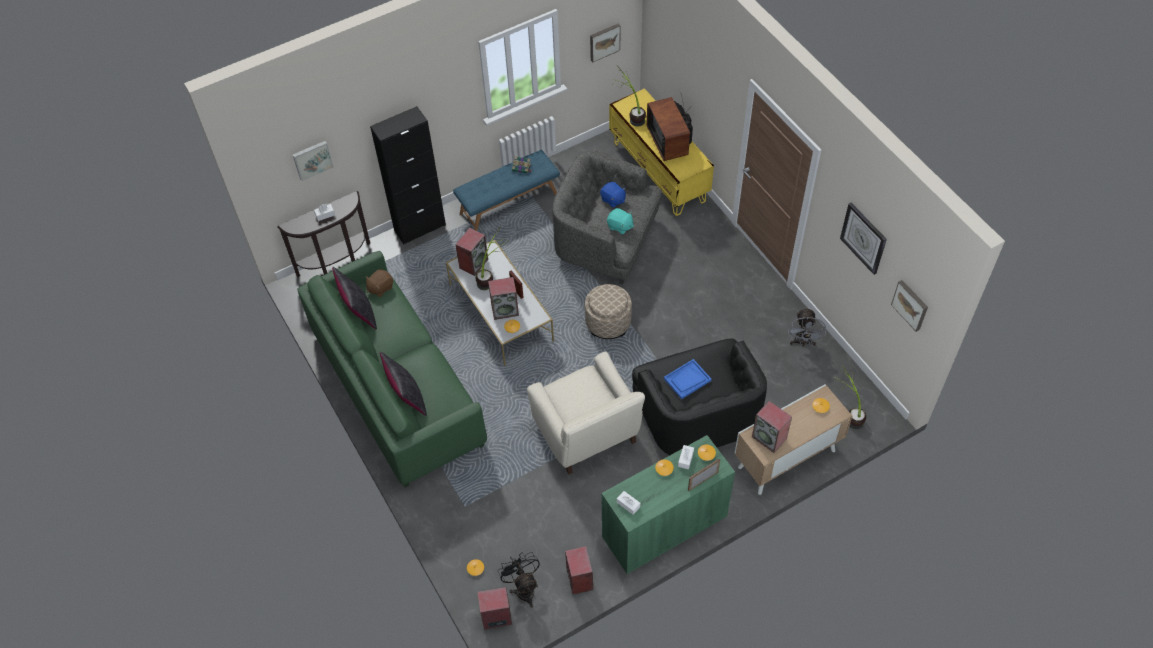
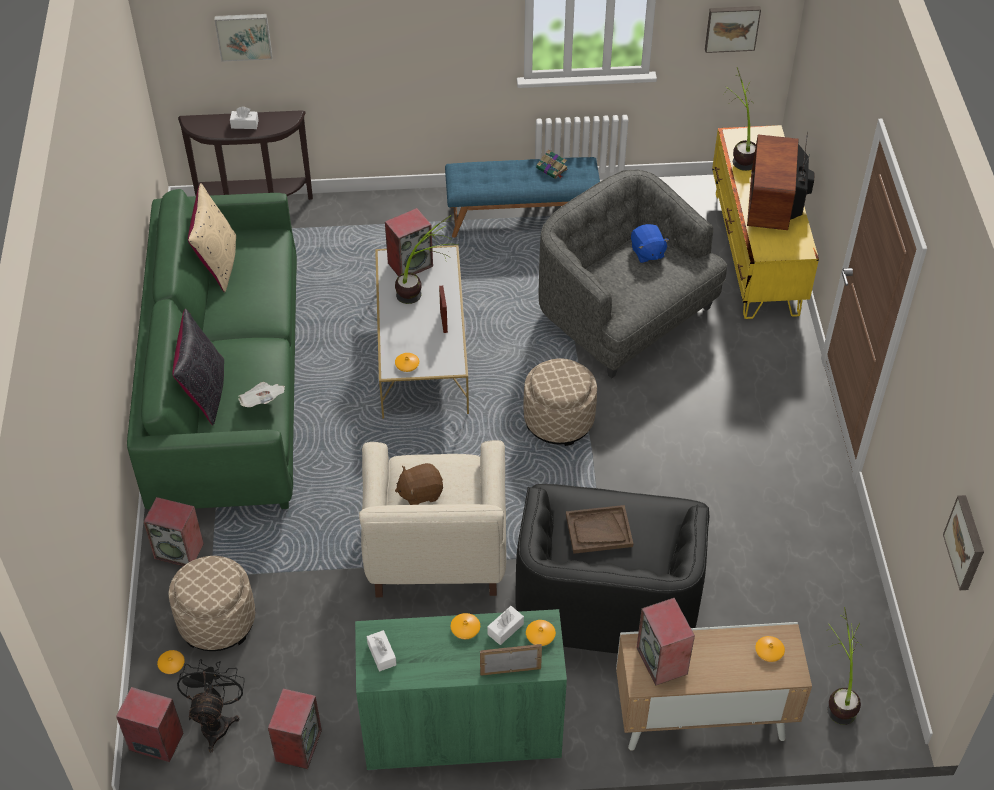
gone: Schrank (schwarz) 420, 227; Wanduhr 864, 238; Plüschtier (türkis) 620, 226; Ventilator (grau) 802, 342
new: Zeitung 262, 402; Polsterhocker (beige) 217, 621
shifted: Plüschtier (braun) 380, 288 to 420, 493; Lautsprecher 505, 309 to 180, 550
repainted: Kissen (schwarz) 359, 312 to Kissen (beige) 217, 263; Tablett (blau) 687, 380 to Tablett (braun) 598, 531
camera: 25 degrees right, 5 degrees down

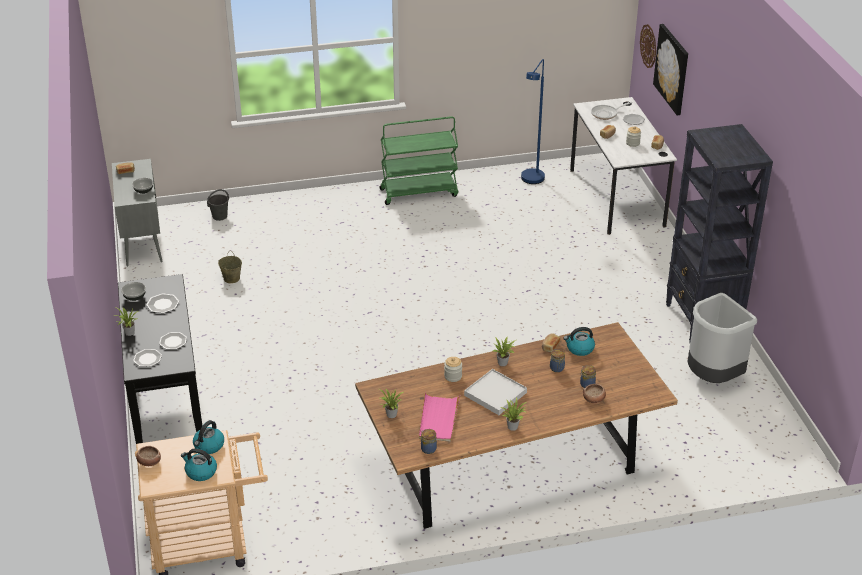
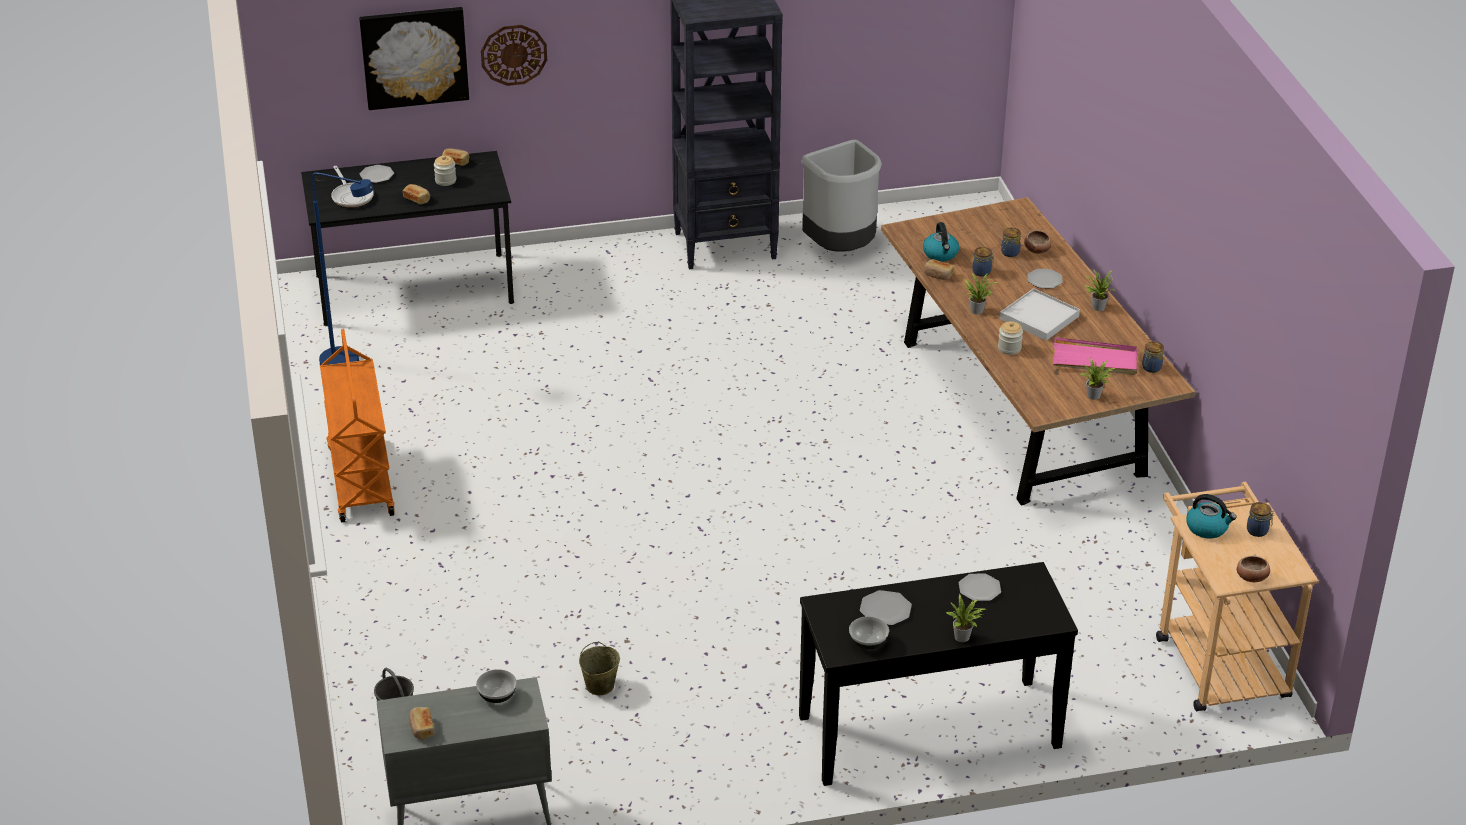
shifted: Wanduhr 648, 46 to 513, 54; Teller 148, 359 to 1044, 280
swapped: Wasserkessel 200, 472 to Vorratsglas 1258, 531
repainted: Schreibtisch (weiß) 616, 197 to Schreibtisch (schwarz) 414, 289; Rollwagen (grün) 419, 192 to Rollwagen (orange) 360, 480
camera: 90 degrees left, 0 degrees up

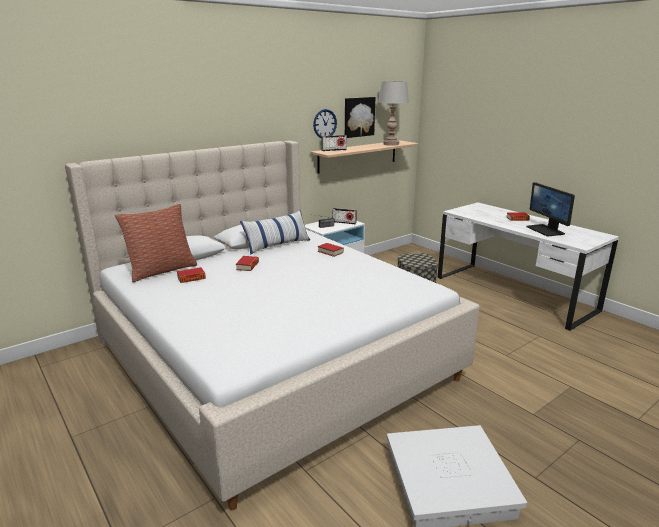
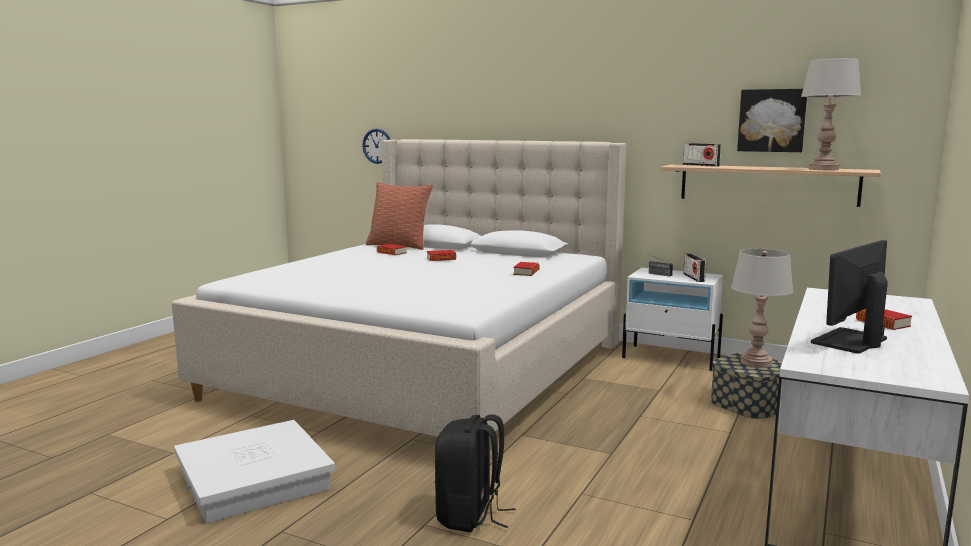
gone: Kissen 277, 245
new: Tischlampe (grau) 755, 362; Rucksack (schwarz) 470, 516
shifted: Wanduhr 324, 124 to 377, 146
camera: 65 degrees right, 10 degrees down

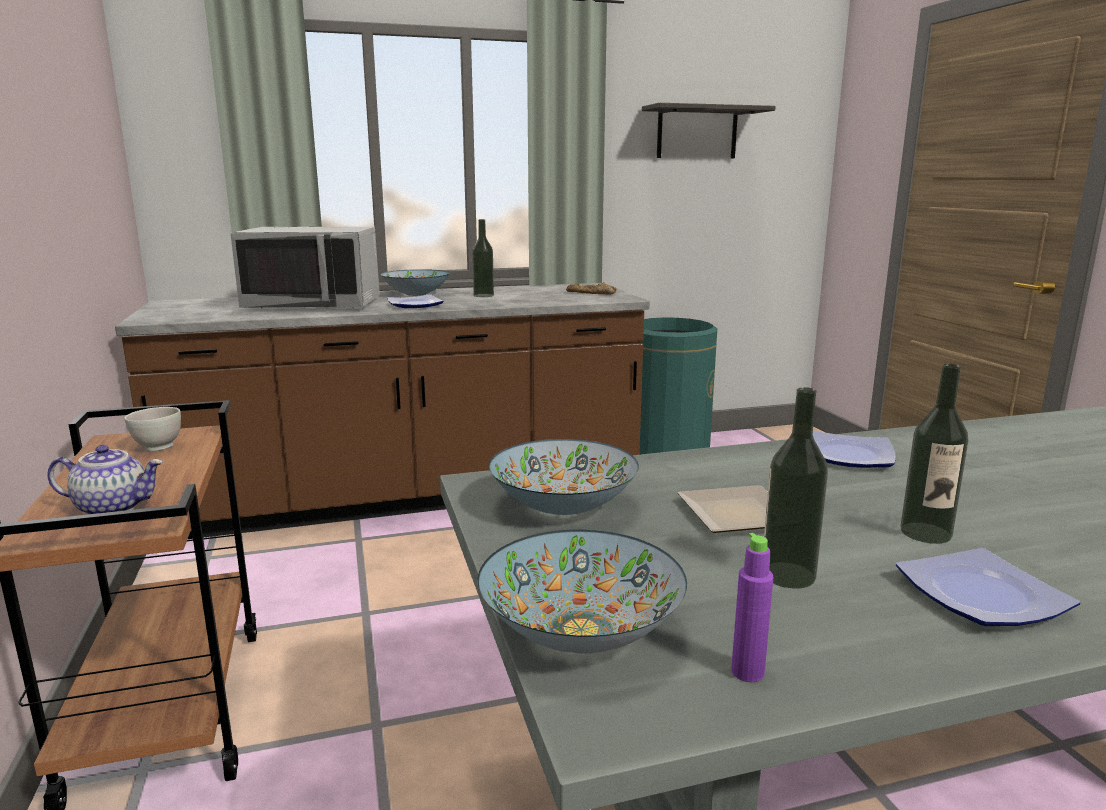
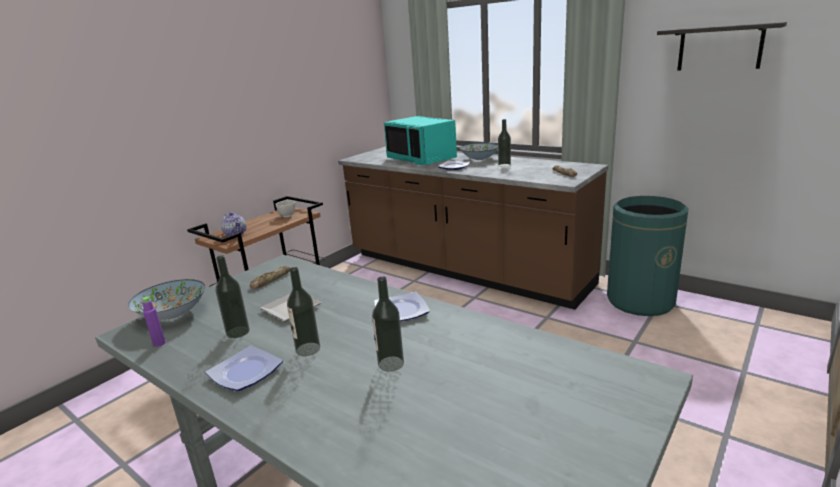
new: Flasche 391, 364
swapped: Schüssel 563, 506 to Brot 270, 280
repainted: Mikrowelle (grau) 314, 304 to Mikrowelle (türkis) 422, 159
camera: 55 degrees right, 5 degrees up

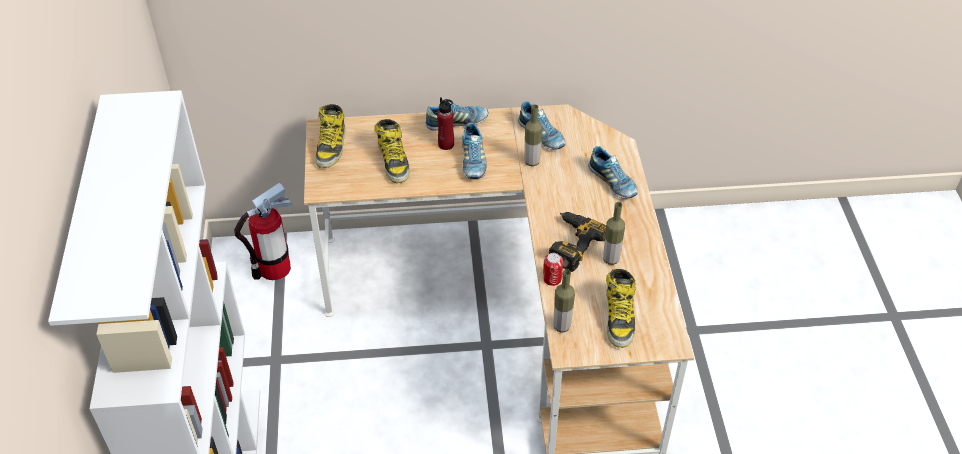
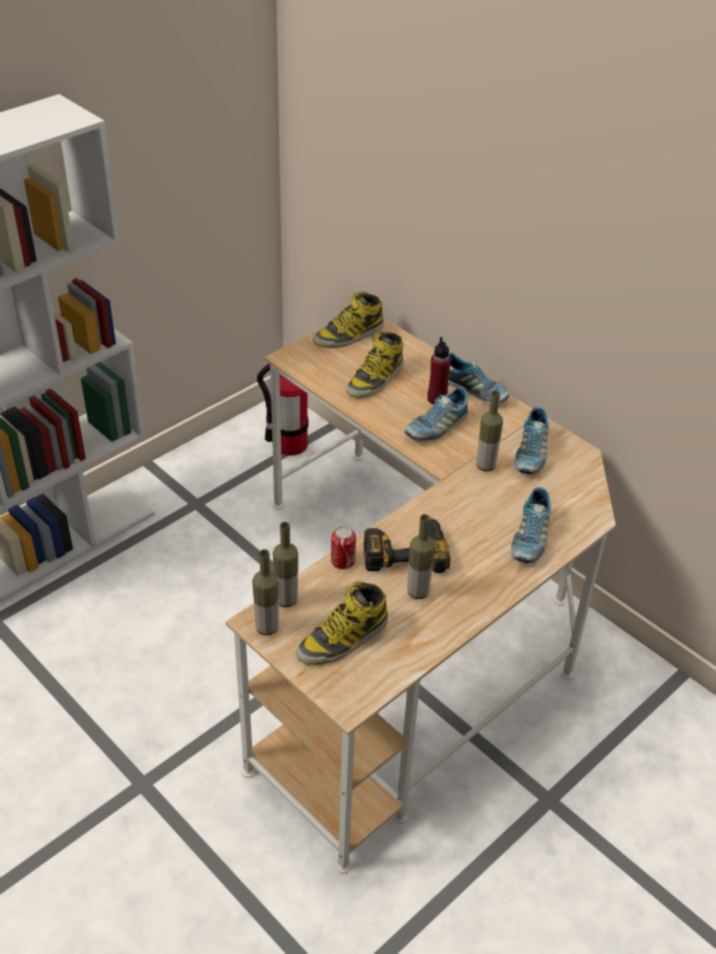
new: Flasche 267, 628
camera: 50 degrees right, 5 degrees down

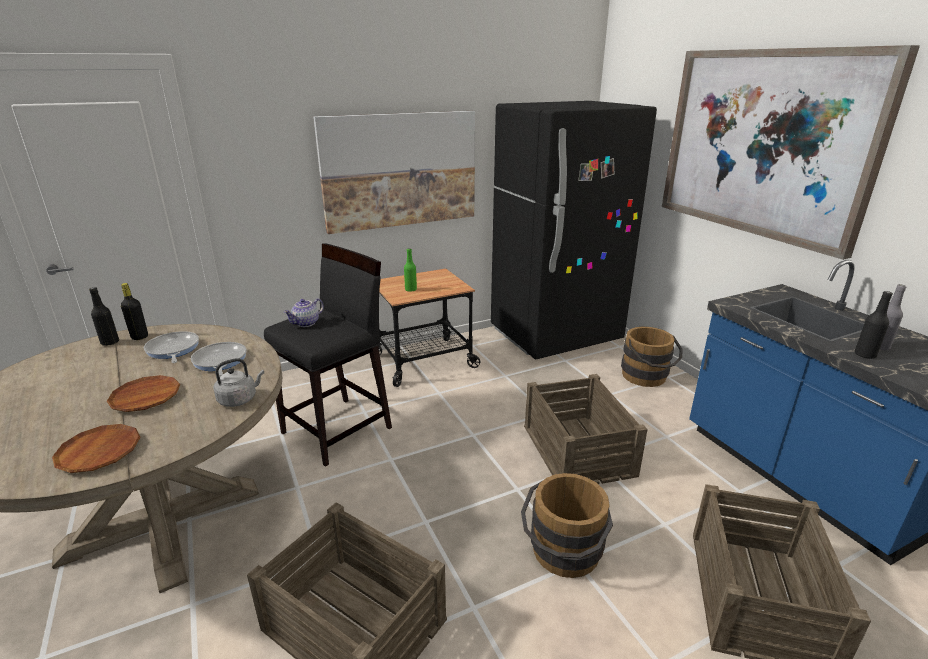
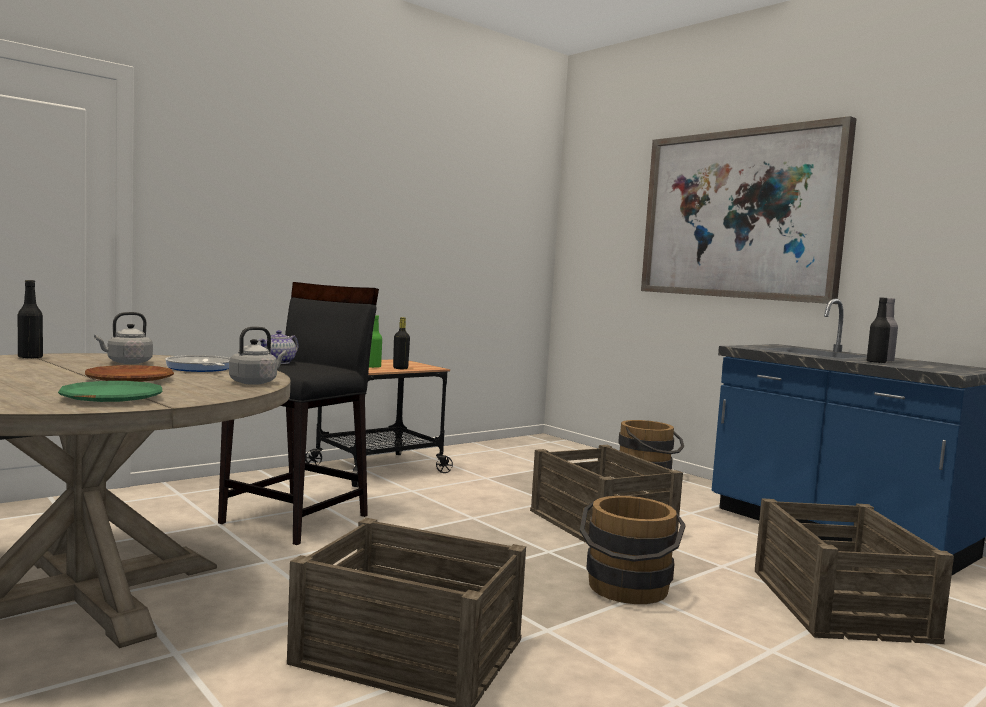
gone: Kühlschrank (schwarz) 555, 335; Bild 400, 170
shifted: Flasche (schwarz) 139, 337 to 400, 368
swapped: Pfanne 173, 350 to Wasserkessel (grau) 127, 362
repainted: Teller (braun) 99, 452 to Teller (grün) 112, 398
camera: 15 degrees left, 20 degrees down

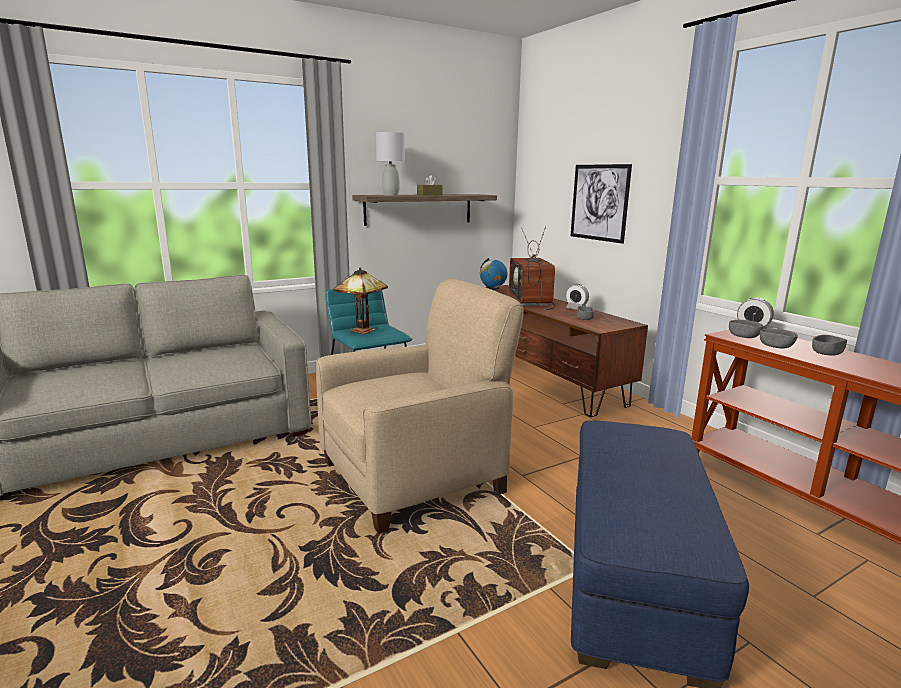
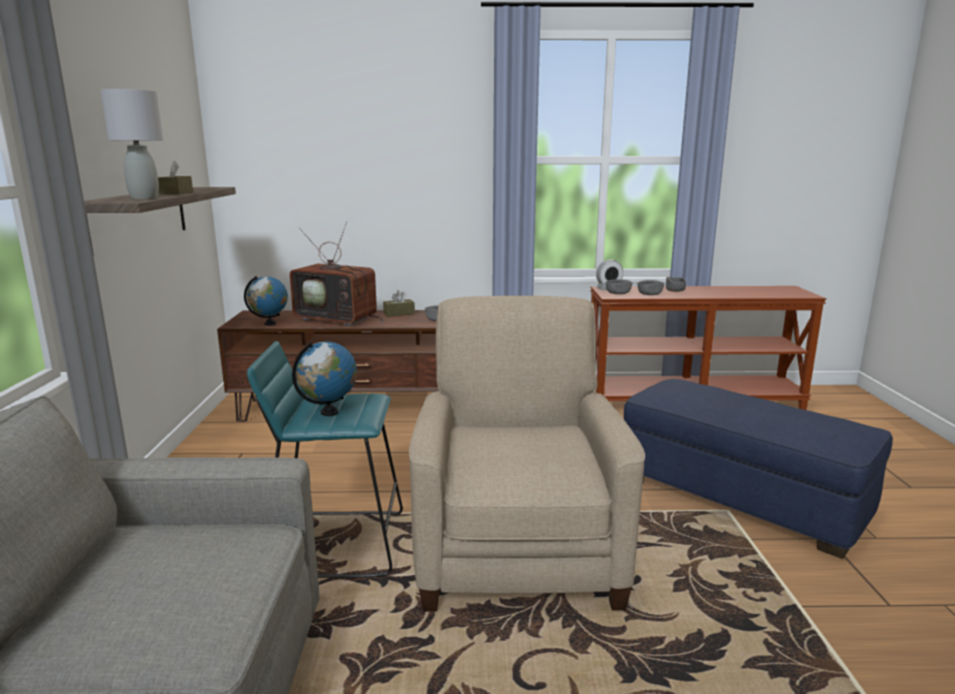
gone: Bild 599, 202
swapped: Tischlampe 362, 331 to Globus 329, 412; Wecker 576, 309 to Taschentuchbox (braun) 399, 313
camera: 60 degrees left, 0 degrees up

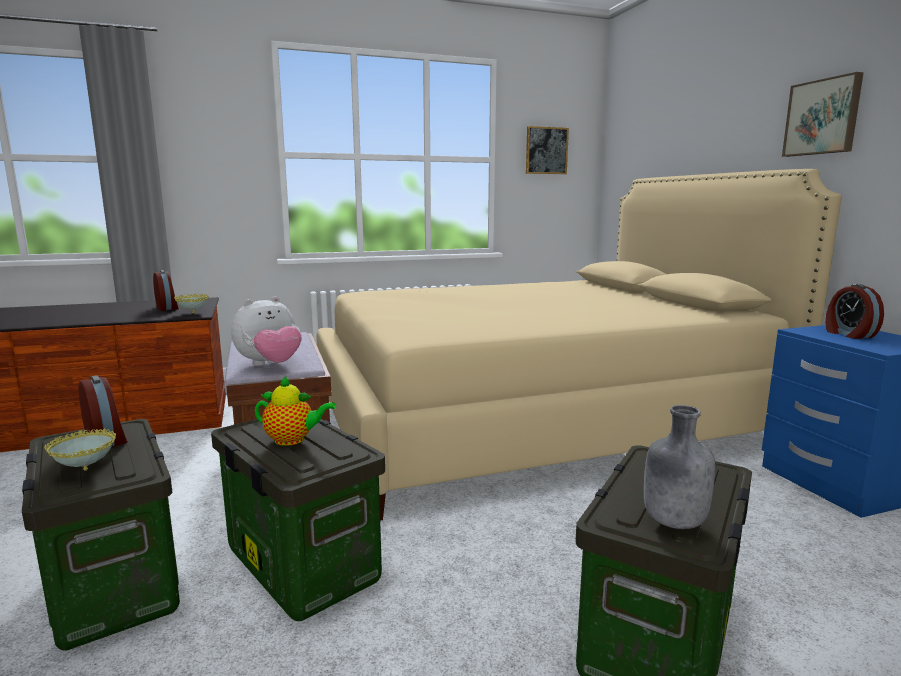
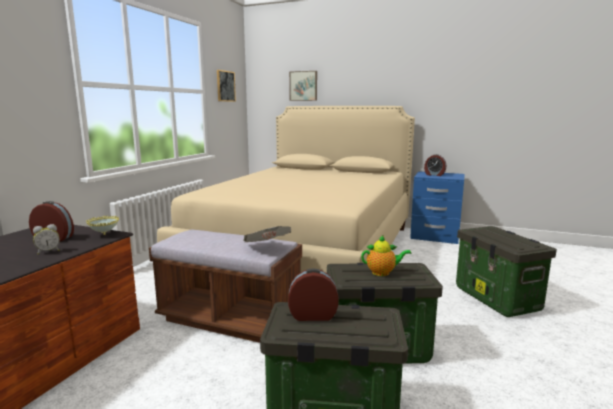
gone: Flasche (grau) 672, 522; Schüssel 86, 470
new: Wecker 48, 251
shifted: Bild 823, 117 to 303, 86
swapped: Plüschtier 270, 365 to Zeitung 267, 248
rotated: Teekanne 293, 440 = 383, 273 45 degrees clockwise
camera: 50 degrees left, 0 degrees up

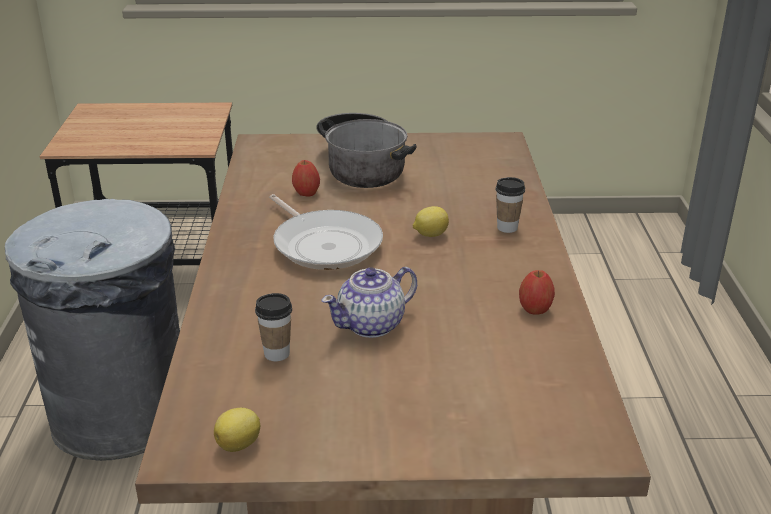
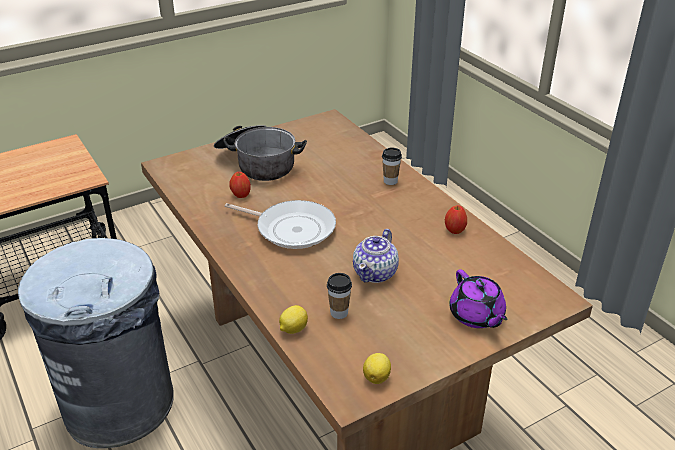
new: Teekanne (lila) 476, 316
shifted: Zitrone 430, 234 to 293, 329
camera: 30 degrees left, 5 degrees up

